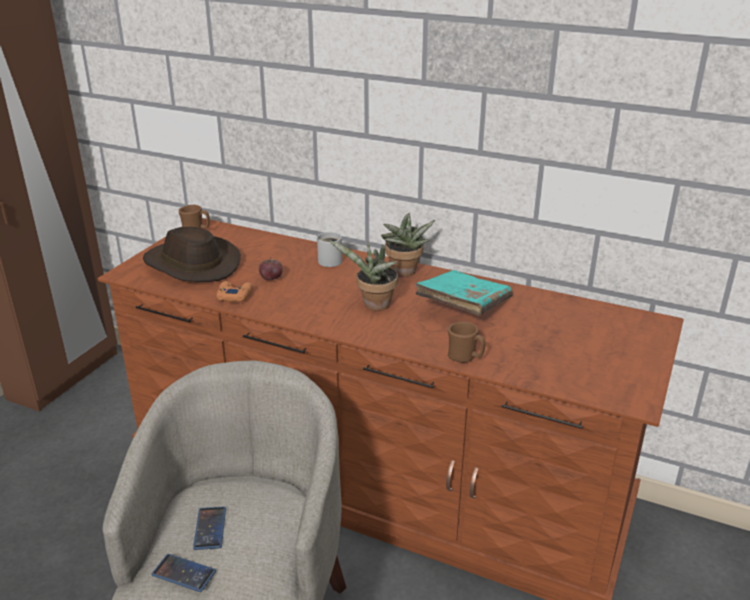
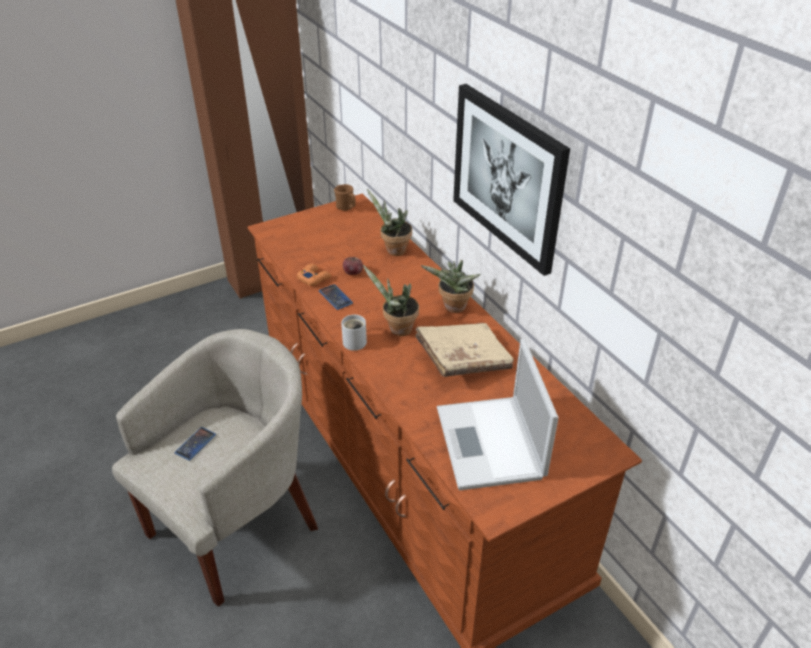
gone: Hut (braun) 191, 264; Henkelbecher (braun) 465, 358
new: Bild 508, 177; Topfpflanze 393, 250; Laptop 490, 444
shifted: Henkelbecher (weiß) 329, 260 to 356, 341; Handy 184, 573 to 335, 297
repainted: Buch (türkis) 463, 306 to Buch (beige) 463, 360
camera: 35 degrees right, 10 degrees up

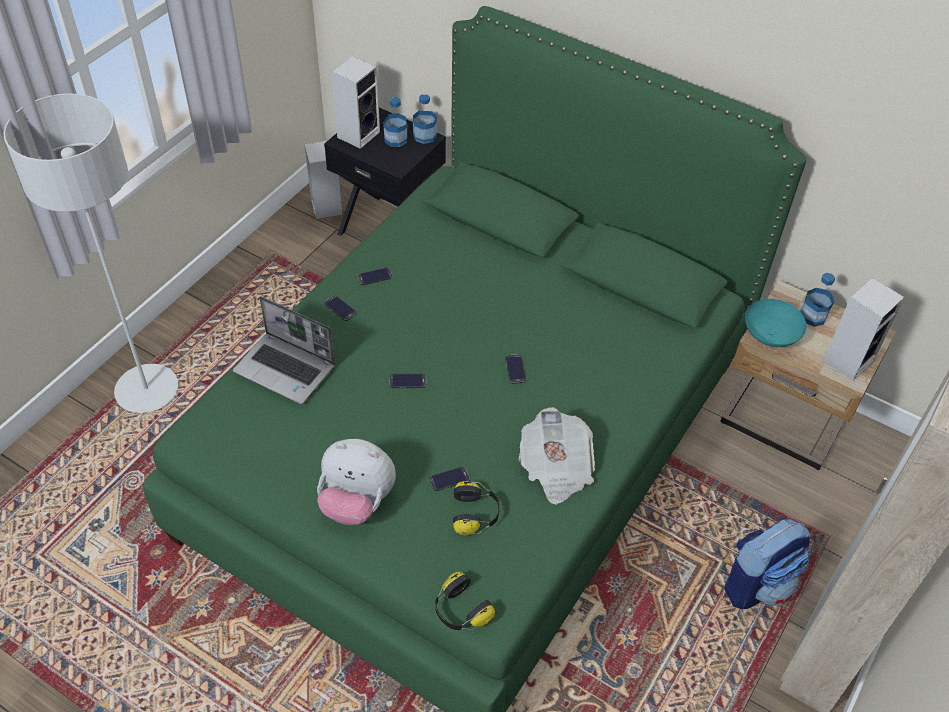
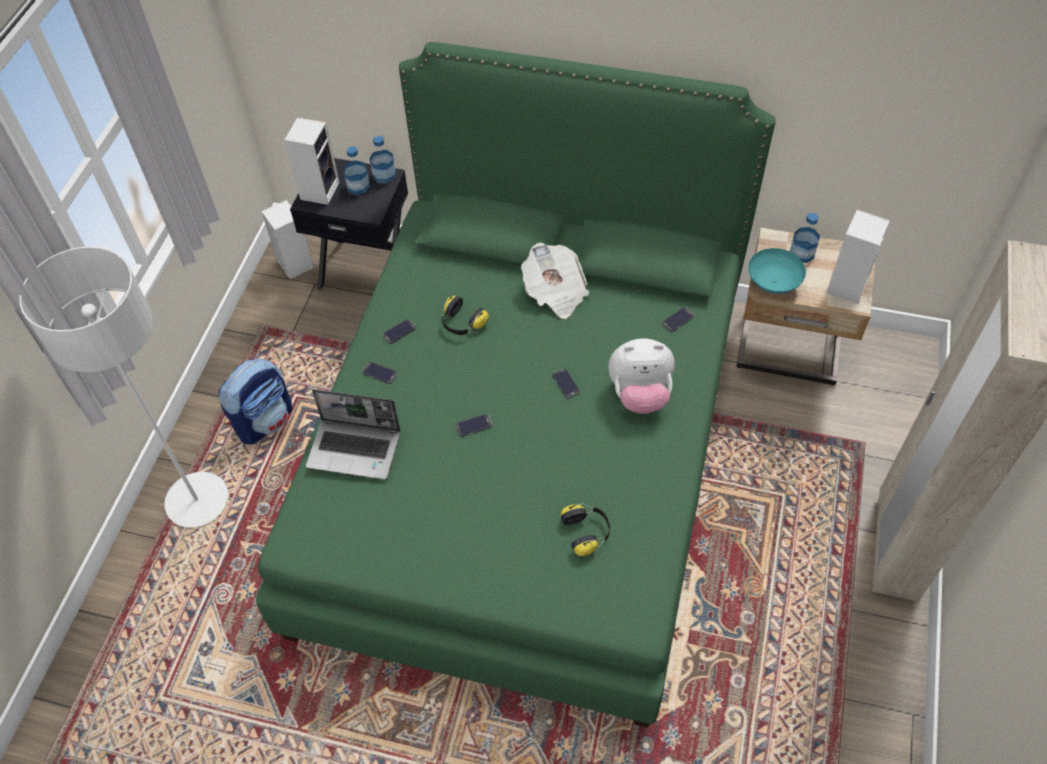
shifted: Zeitung 555, 469 to 555, 292; Plüschtier 356, 502 to 640, 394; Handy 449, 479 to 678, 319; Rucksack 757, 583 to 265, 420; Kopfhörer 460, 611 to 461, 323
camera: 15 degrees left, 5 degrees up

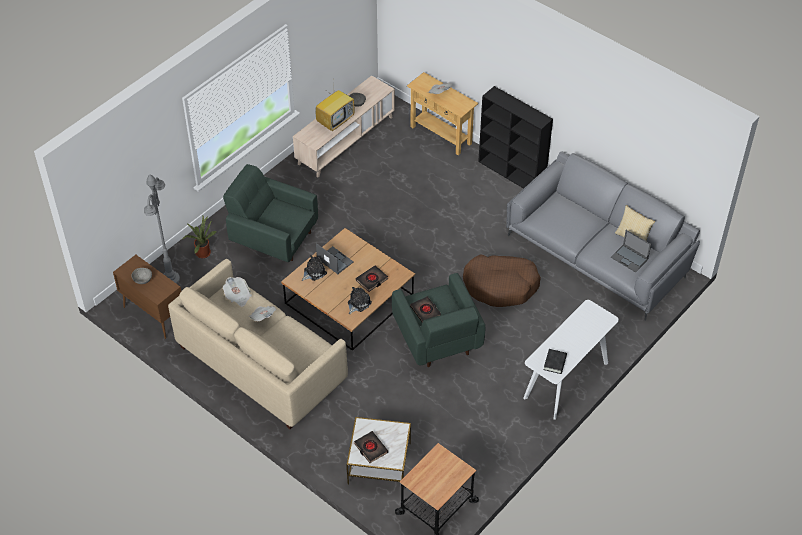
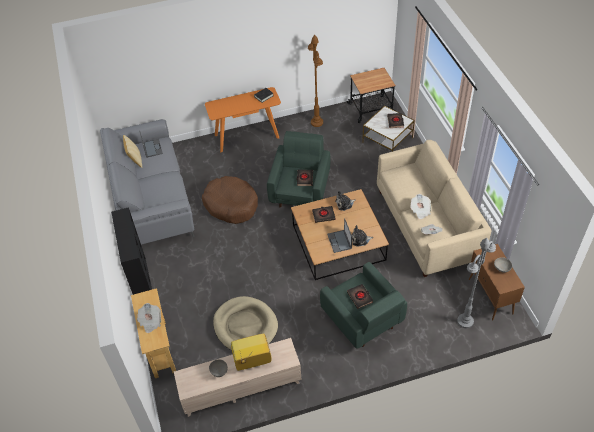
gone: Topfpflanze 202, 252
new: Stehlampe (braun) 317, 122; Buch (schwarz) 360, 297; Hundebett (beige) 245, 326
repainted: Konsolentisch (weiß) 566, 380 to Konsolentisch (orange) 246, 136
camera: 145 degrees left, 0 degrees up

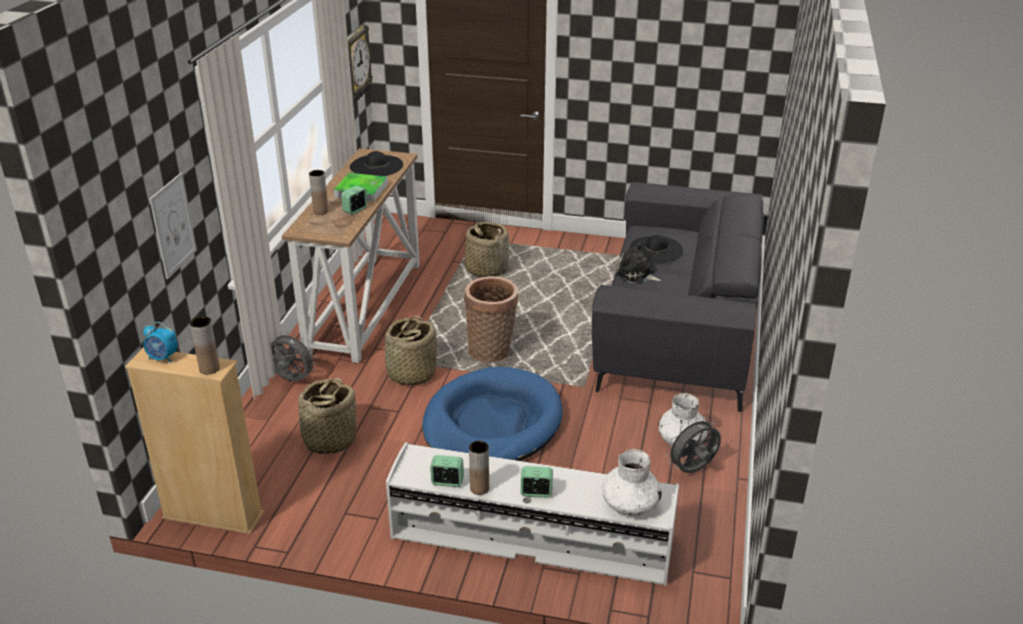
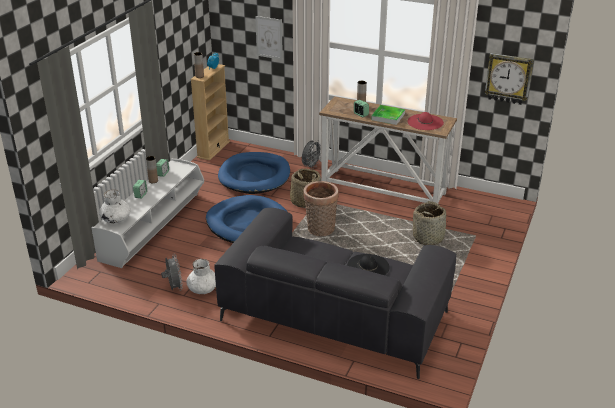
gone: Plüschtier 637, 275
swapped: Korb 329, 440 to Hundebett (blau) 254, 176
repainted: Hut (schwarz) 376, 166 to Hut (rot) 425, 122
camera: 100 degrees right, 0 degrees up

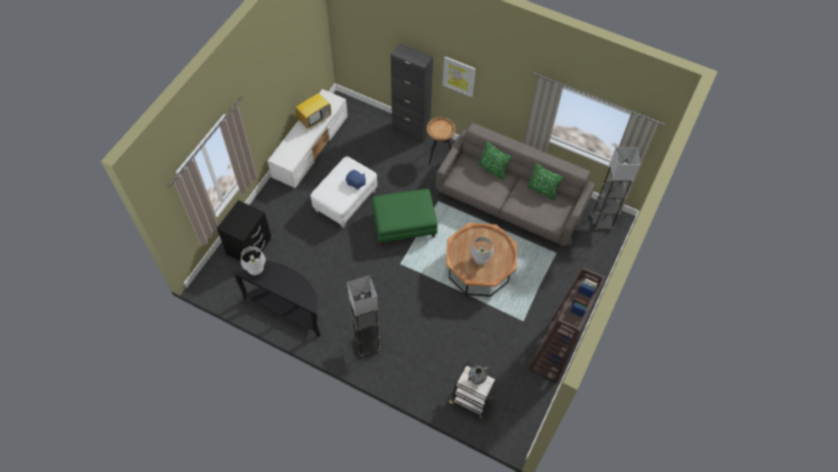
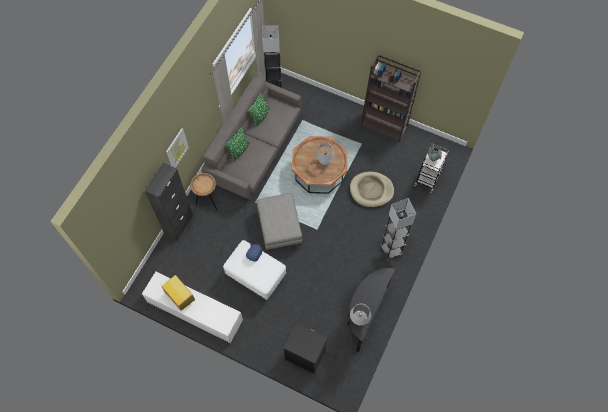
new: Hundebett (beige) 371, 190
repainted: Polsterhocker (grün) 405, 225 to Polsterhocker (grau) 279, 227
camera: 90 degrees left, 5 degrees up

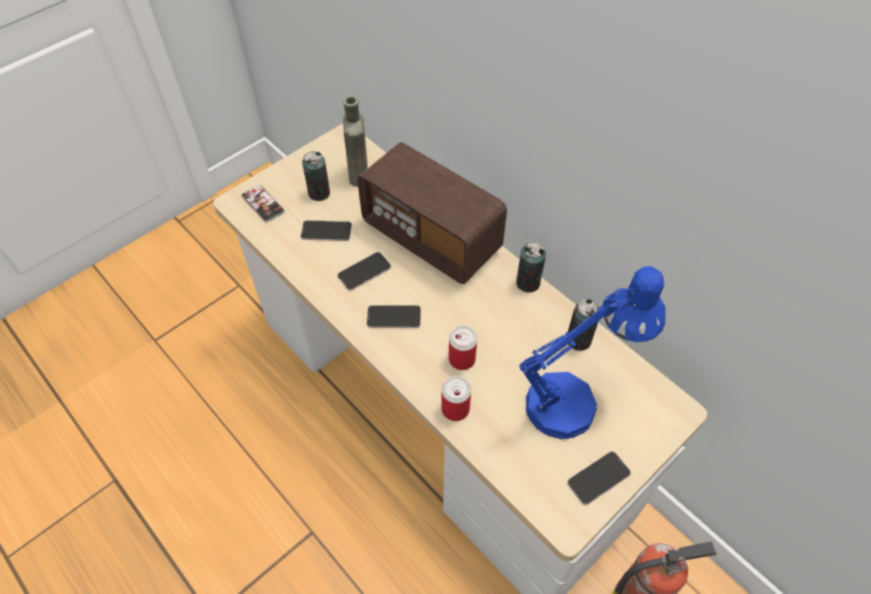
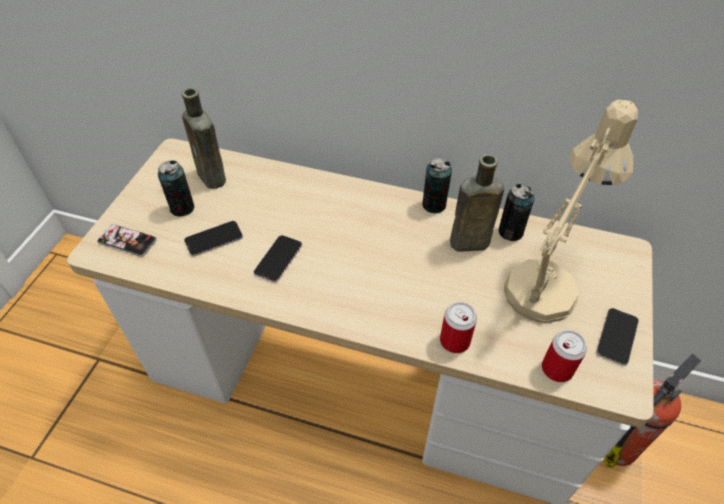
gone: Radio 431, 237; Handy 394, 317
new: Flasche (braun) 466, 243
shifted: Dose 462, 359 to 557, 369
repainted: Tischlampe (blau) 574, 400 to Tischlampe (beige) 546, 282
camera: 30 degrees left, 5 degrees down

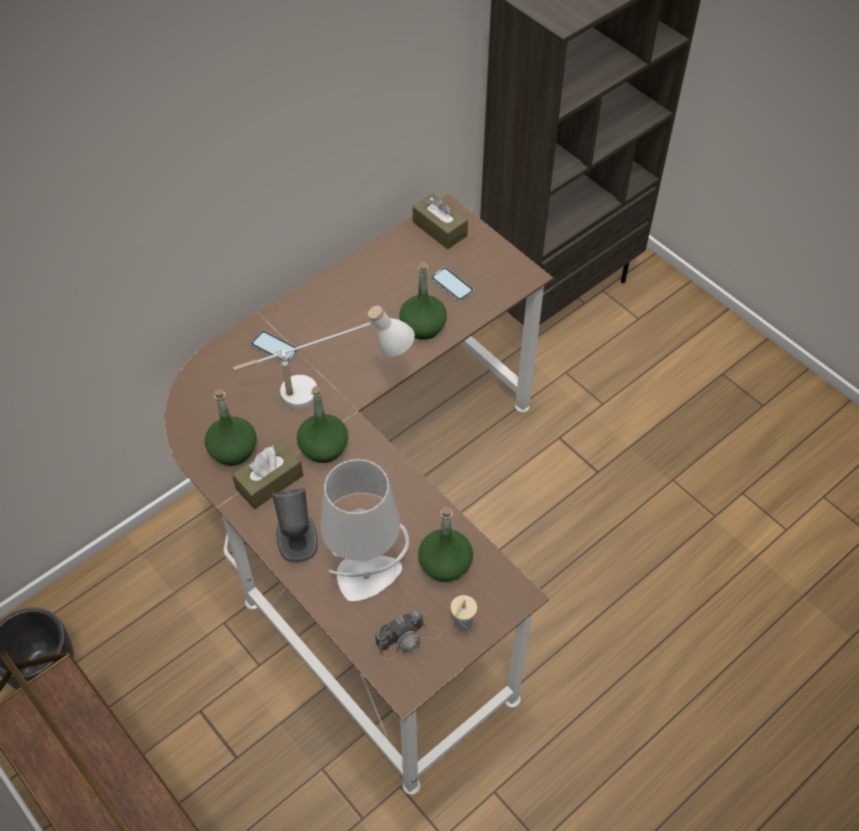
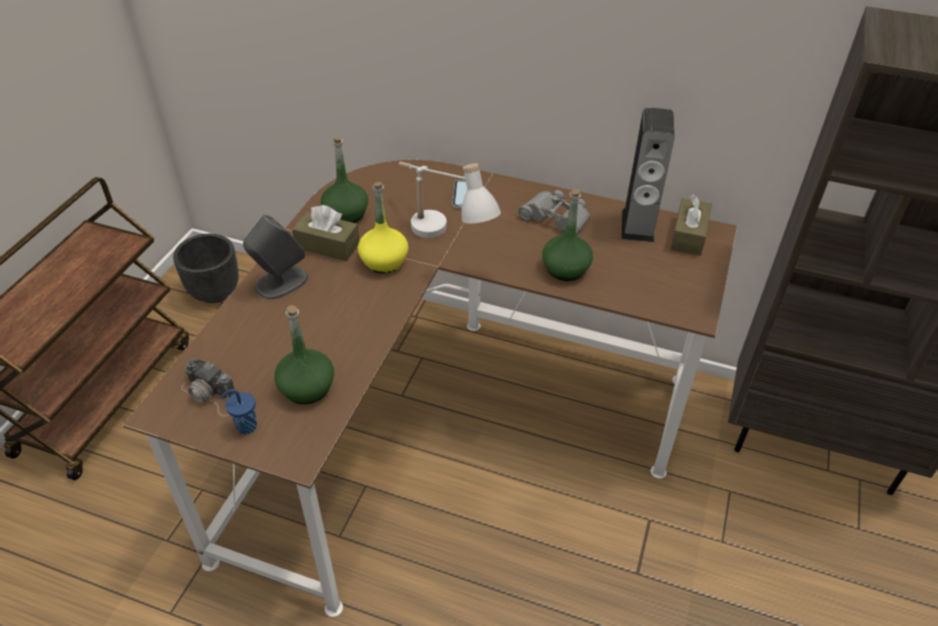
gone: Handy 452, 285; Tischlampe (grau) 368, 575
new: Lautsprecher 638, 225; Fernglas (grau) 556, 218
repainted: Flasche (grün) 323, 447 to Flasche (gelb) 383, 261; Tasse (beige) 462, 623 to Tasse (blau) 245, 427
camera: 60 degrees right, 10 degrees down

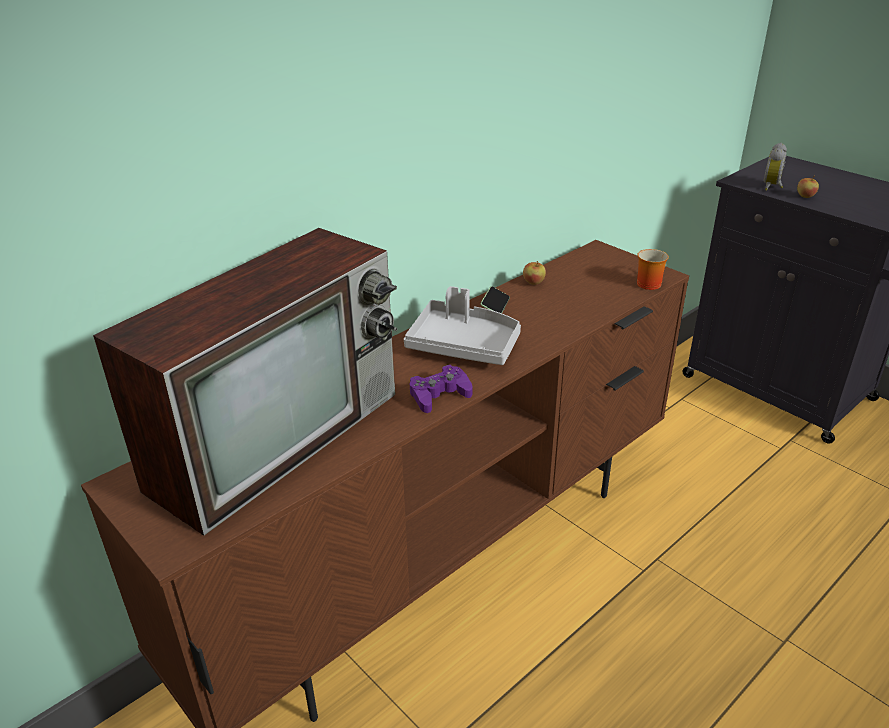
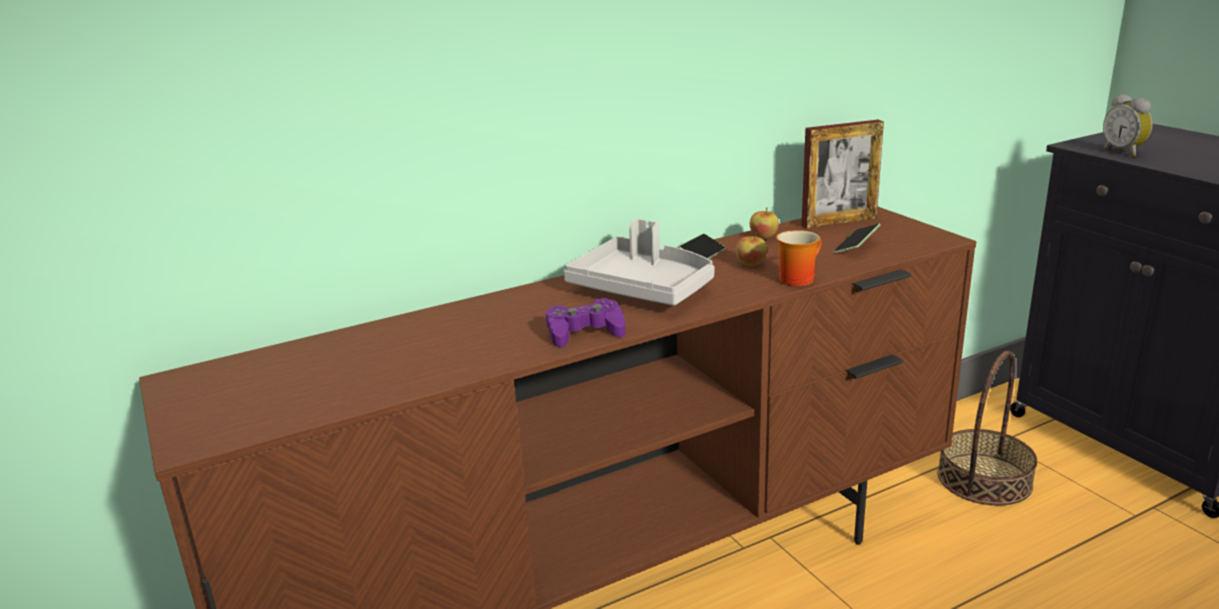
gone: Fernseher 280, 436
new: Bilderrahmen 839, 221; Handy 856, 246; Korb 984, 479
shifted: Apfel 805, 196 to 751, 264; Henkelbecher 648, 282 to 797, 278
rotated: Wecker 772, 187 = 1124, 151 60 degrees counterclockwise
camera: 15 degrees right, 10 degrees down

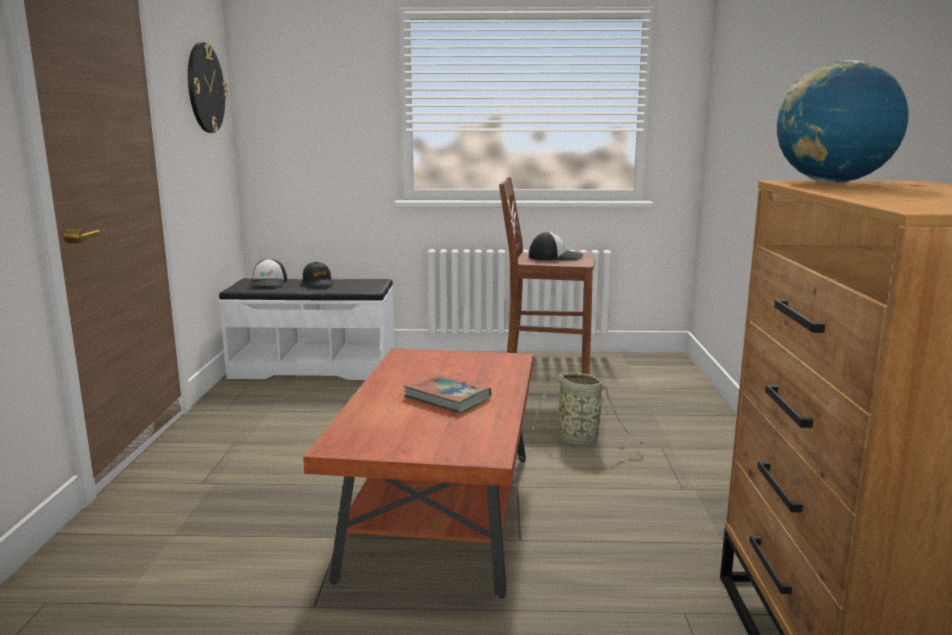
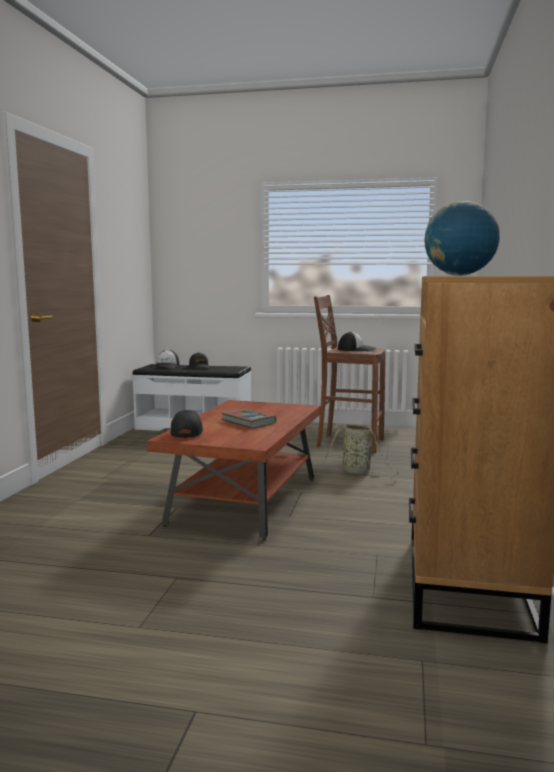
gone: Wanduhr 205, 88
new: Kappe (schwarz) 187, 432
camera: 10 degrees right, 5 degrees down

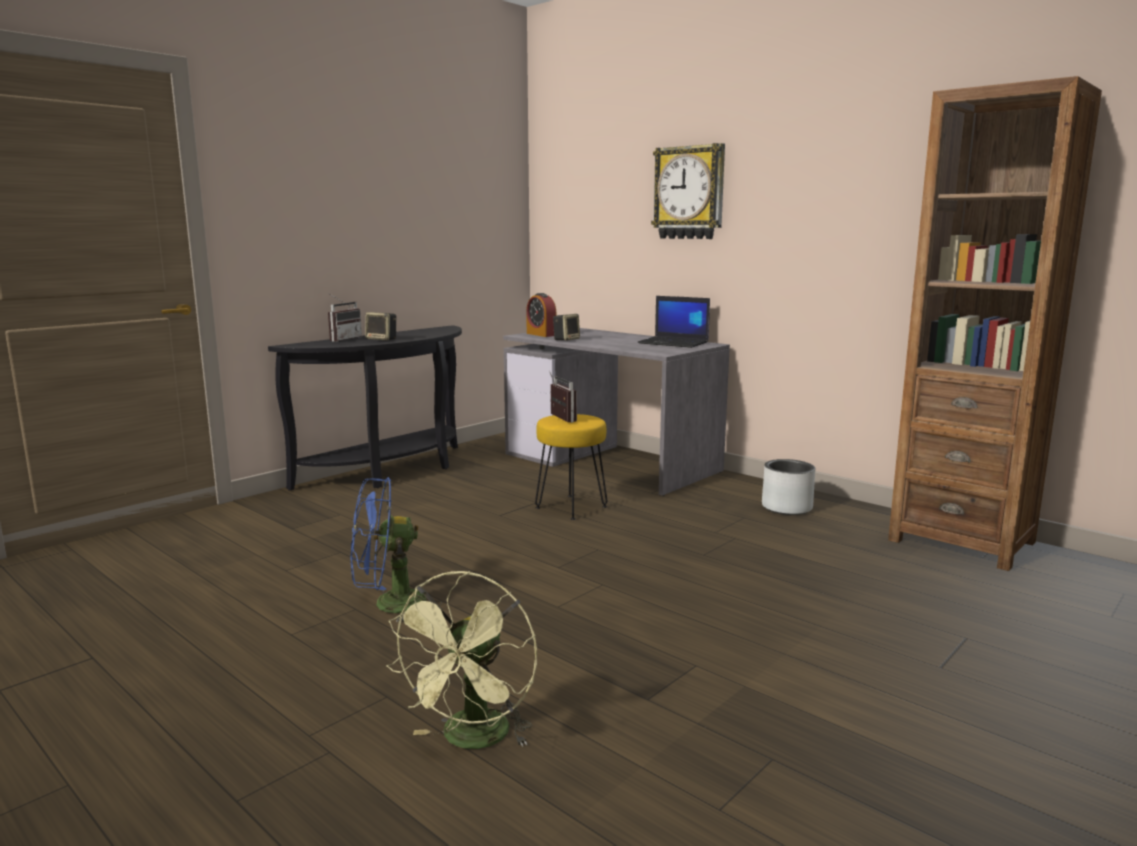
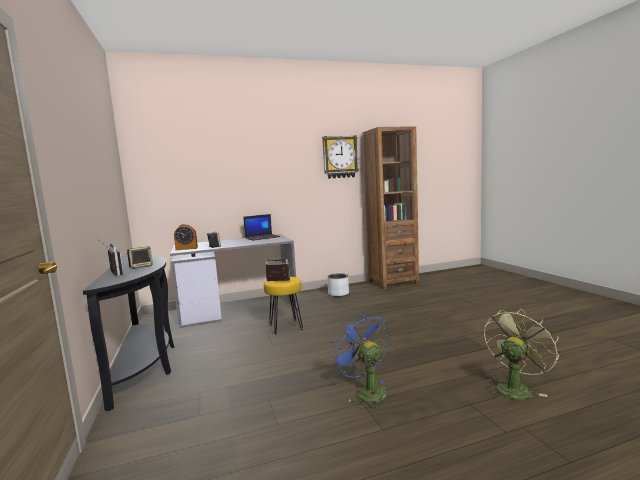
shifted: Wanduhr 689, 193 to 340, 157
rotated: Ventilator (blau) 389, 605 = 365, 391 135 degrees clockwise; Ventilator (grün) 472, 740 = 514, 387 90 degrees counterclockwise
camera: 60 degrees left, 5 degrees down

